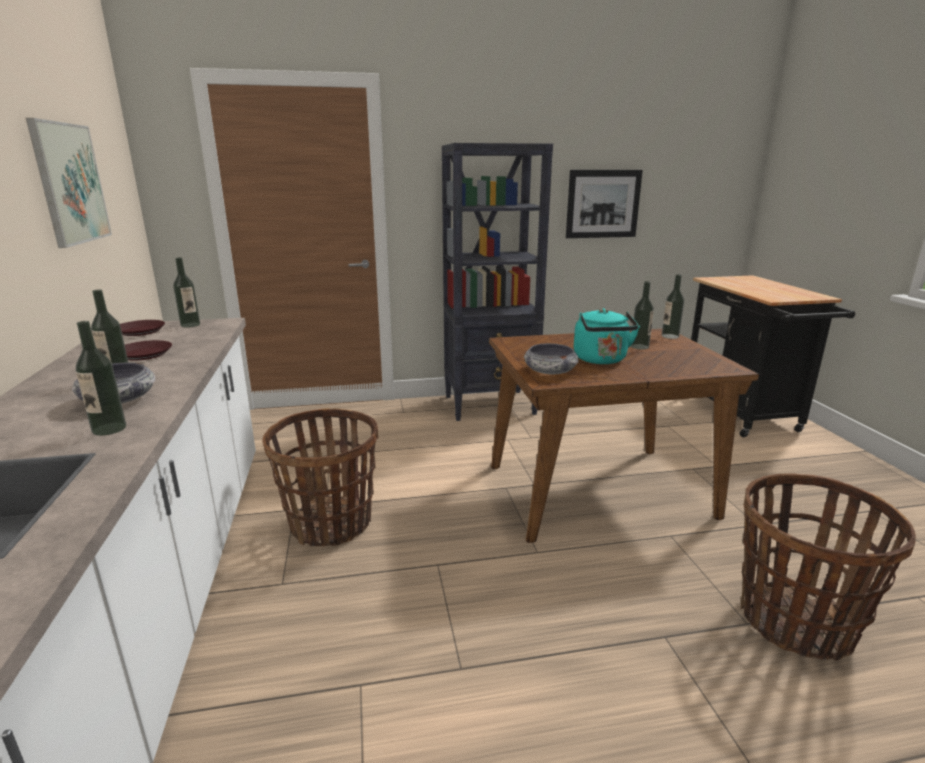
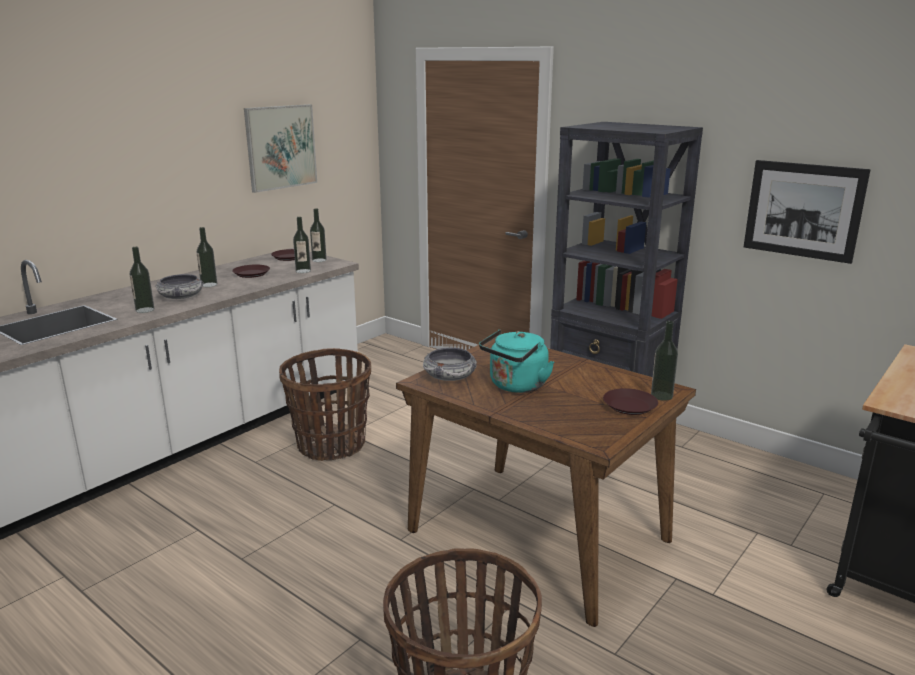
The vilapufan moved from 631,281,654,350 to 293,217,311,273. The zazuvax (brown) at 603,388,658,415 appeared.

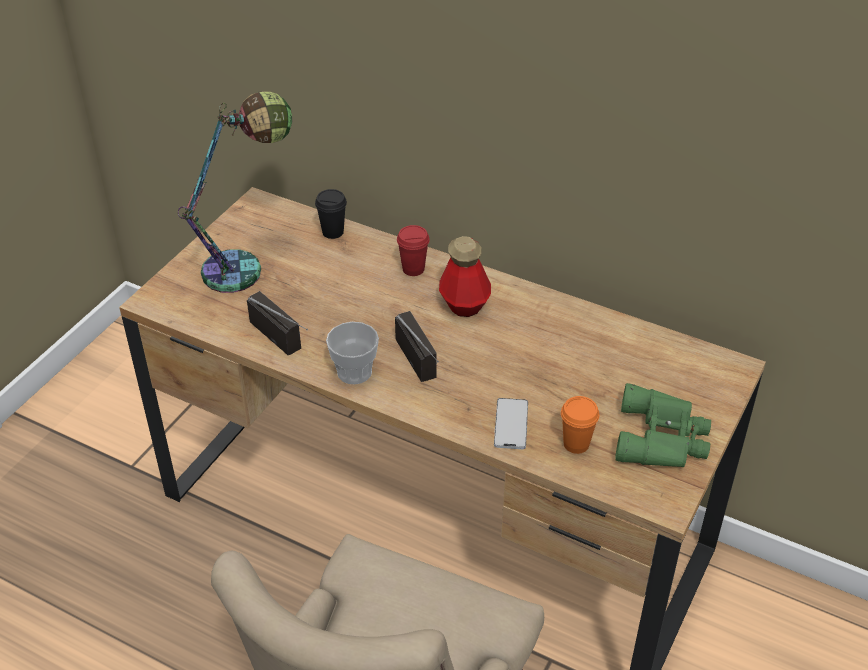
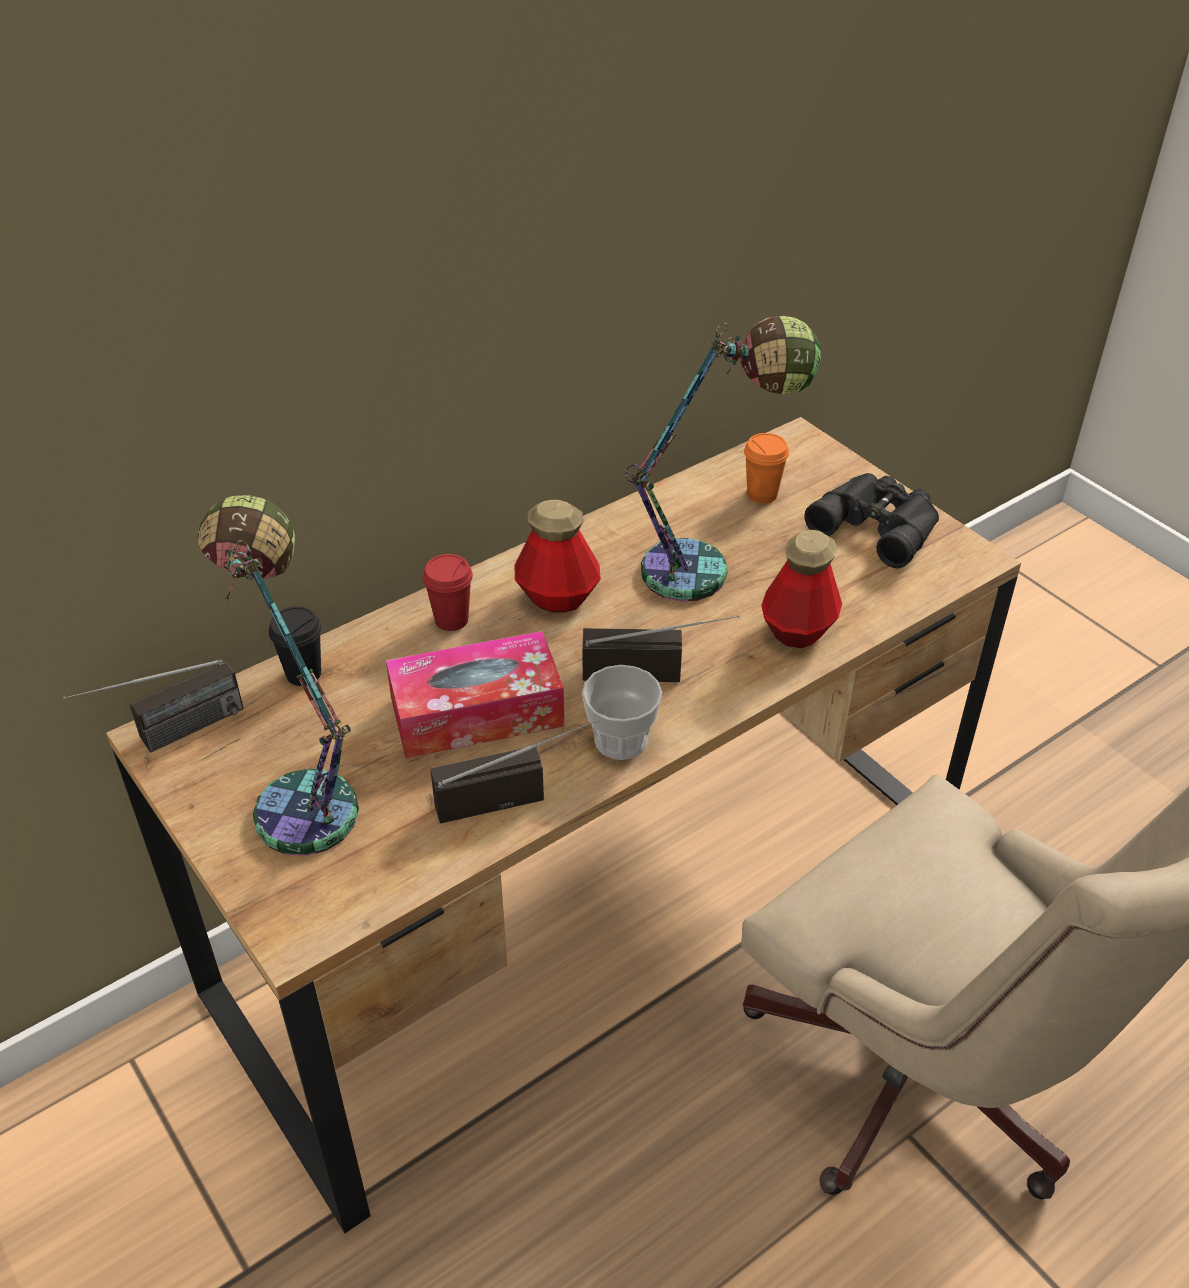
The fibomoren at 494,398,528,449 was replaced by the vilapufan at 761,530,842,648. The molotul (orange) moved from 561,396,599,454 to 744,433,789,504. The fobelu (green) at 615,383,711,467 became the fobelu (black) at 804,473,939,568. The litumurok at 63,660,244,752 appeared. The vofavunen at 386,631,564,758 appeared. The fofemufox at 626,316,821,601 appeared.

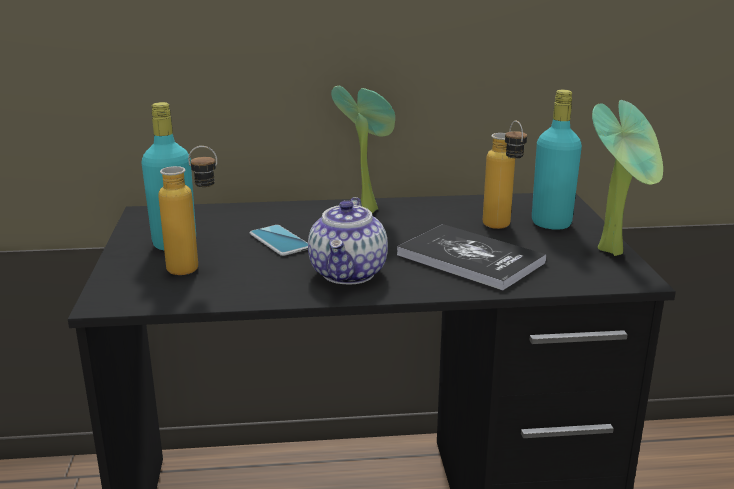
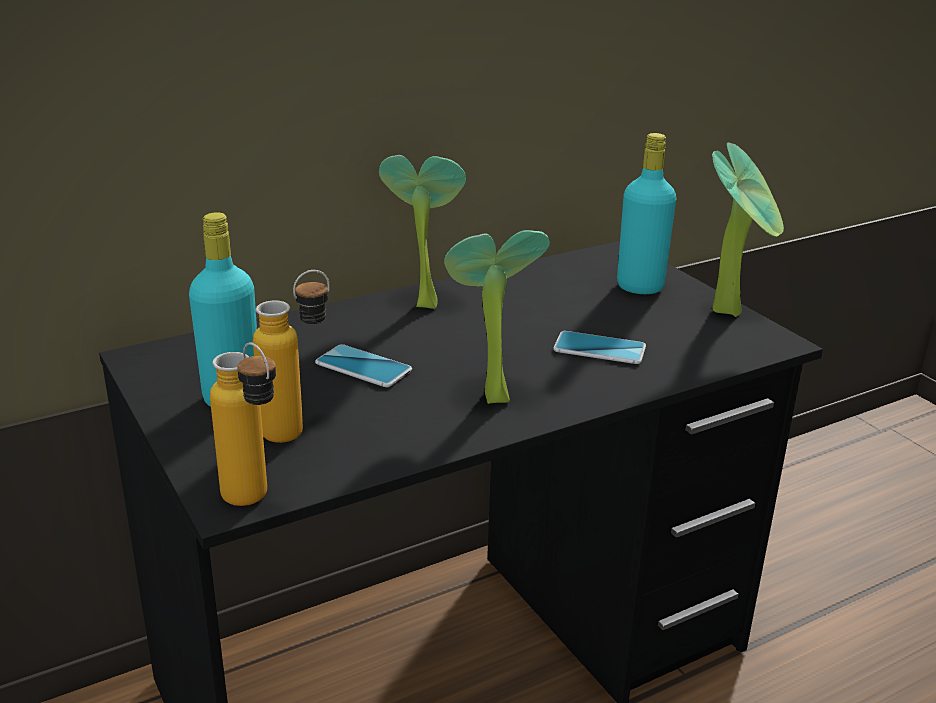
The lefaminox at 308,197,388,284 was replaced by the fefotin at 444,230,550,404. The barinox at 397,224,546,291 was replaced by the fibomoren at 553,331,646,364. The vilapufan moved from 483,121,527,229 to 210,342,276,506.

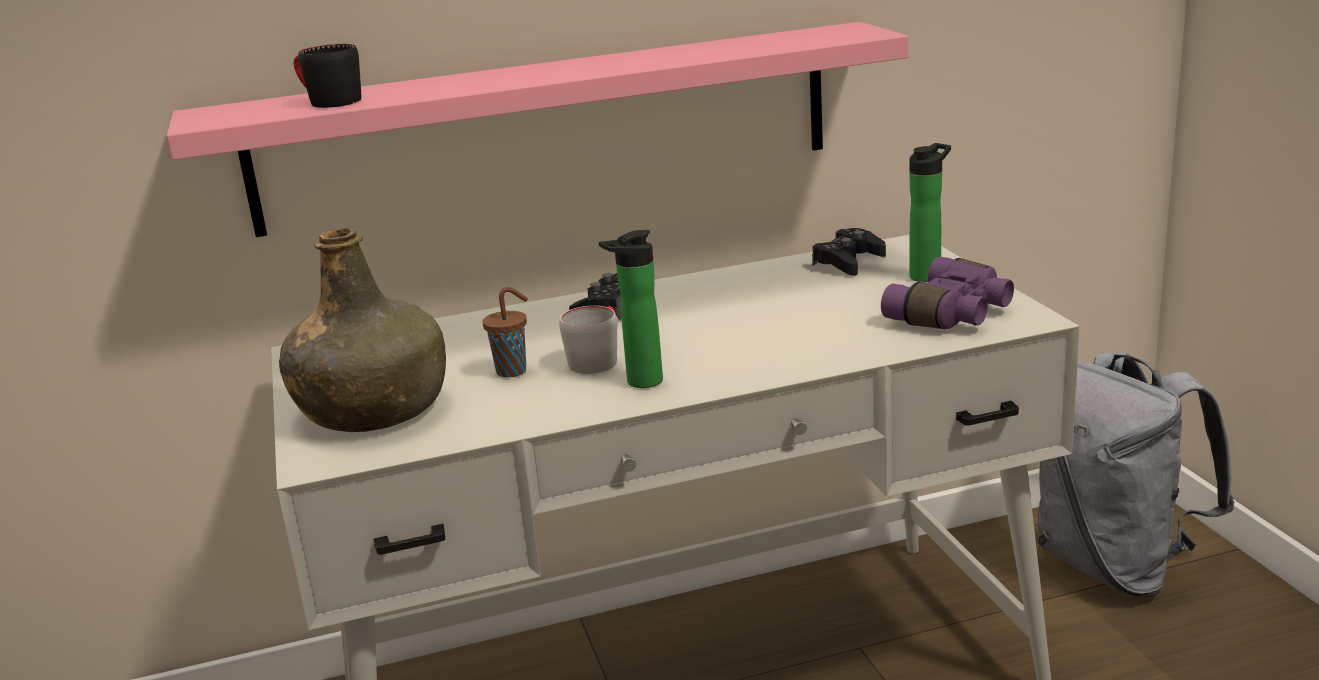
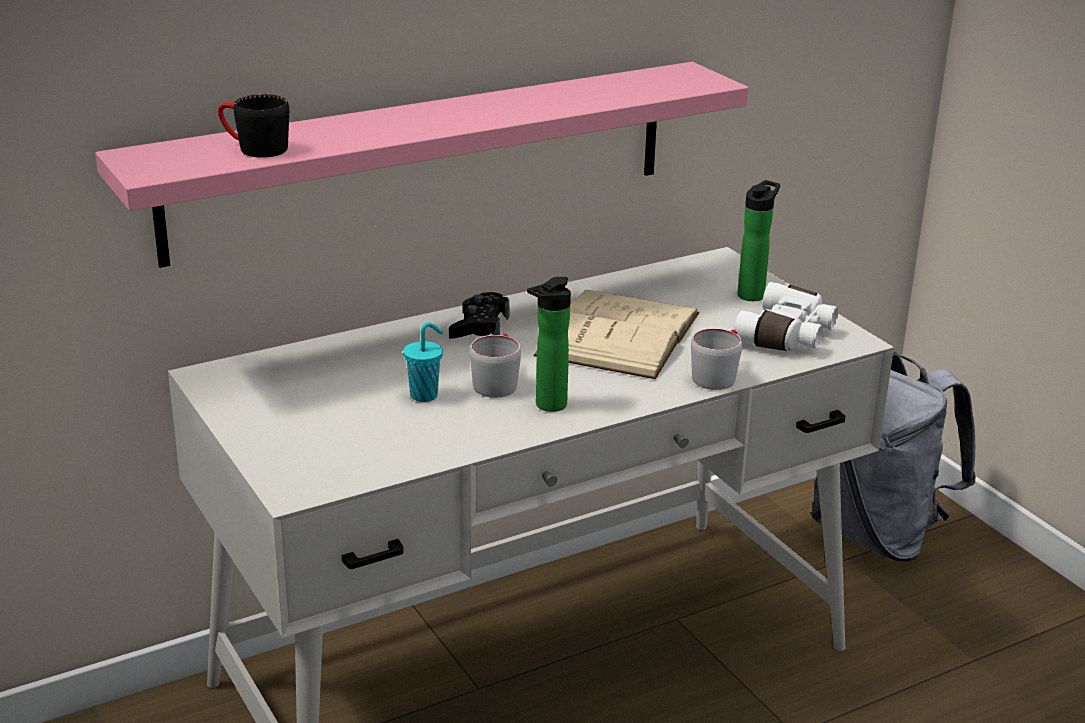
The vilapufan (green) at 279,228,446,432 disappeared. The molotul (brown) at 482,287,528,377 became the molotul (turquoise) at 403,322,443,402. The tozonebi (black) at 812,228,886,276 disappeared. The fobelu (purple) at 881,257,1014,329 became the fobelu (white) at 734,282,839,351. The barinox (beige) at 533,290,699,379 appeared. The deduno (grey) at 691,328,742,390 appeared.

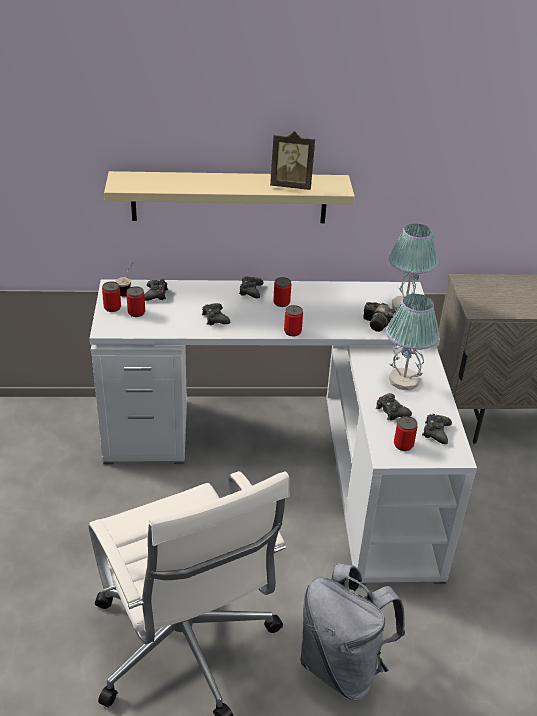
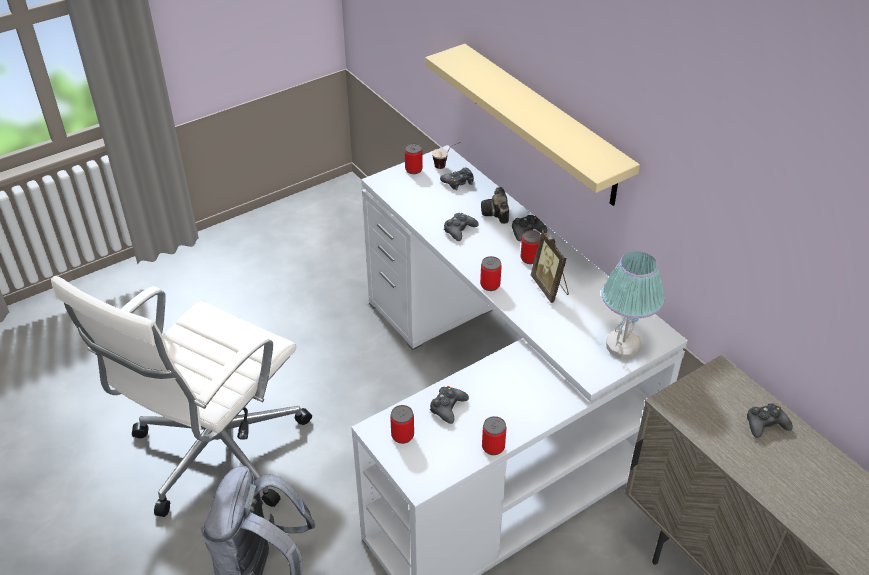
The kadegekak moved from 127,286,145,317 to 482,416,506,455. The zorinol moved from 270,131,315,190 to 531,230,569,303. The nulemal moved from 363,302,397,332 to 481,187,509,224. The fofemufox at 386,294,439,390 disappeared. The tozonebi (black) moved from 422,414,452,444 to 747,403,793,438.

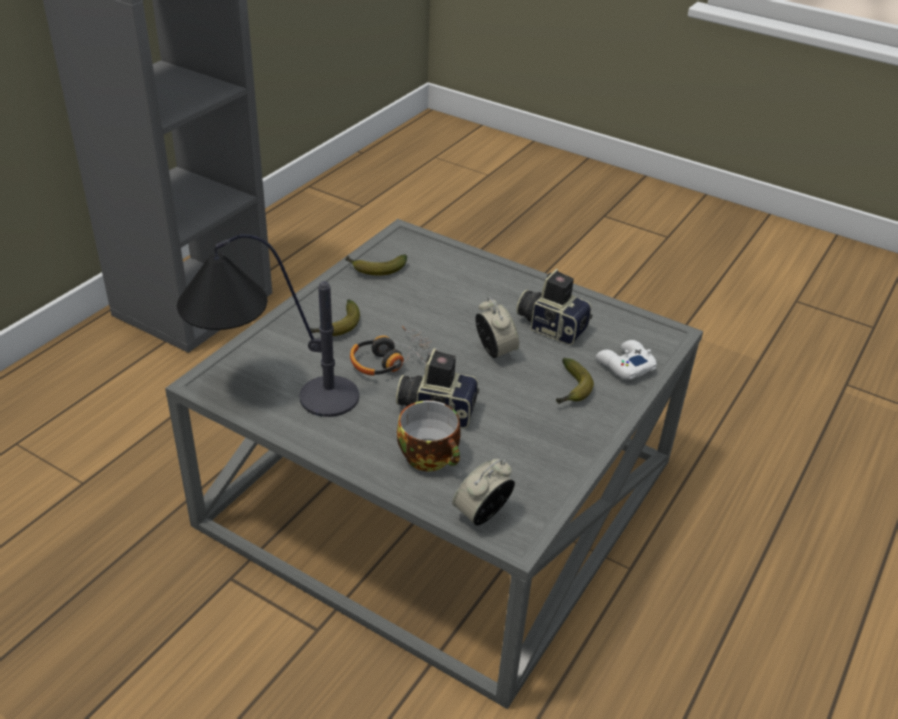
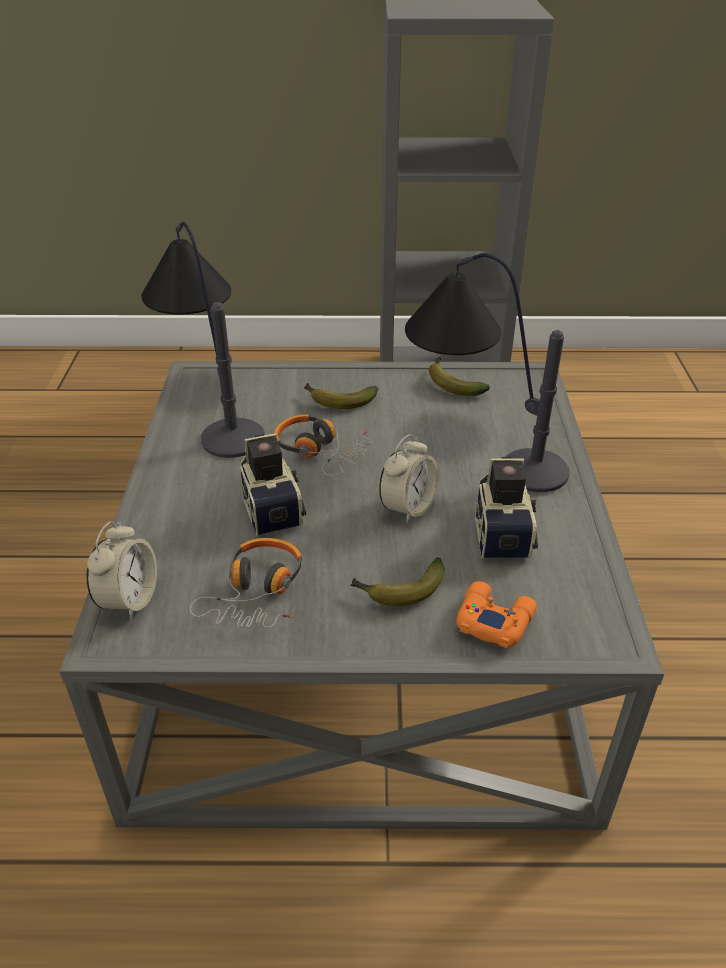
The molotul at 397,400,461,472 disappeared. The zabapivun at 452,459,515,526 turned 90 degrees clockwise. The tozonebi (white) at 596,340,657,380 became the tozonebi (orange) at 456,581,537,648. The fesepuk at 190,538,302,628 appeared. The fofemufox at 405,253,570,492 appeared.

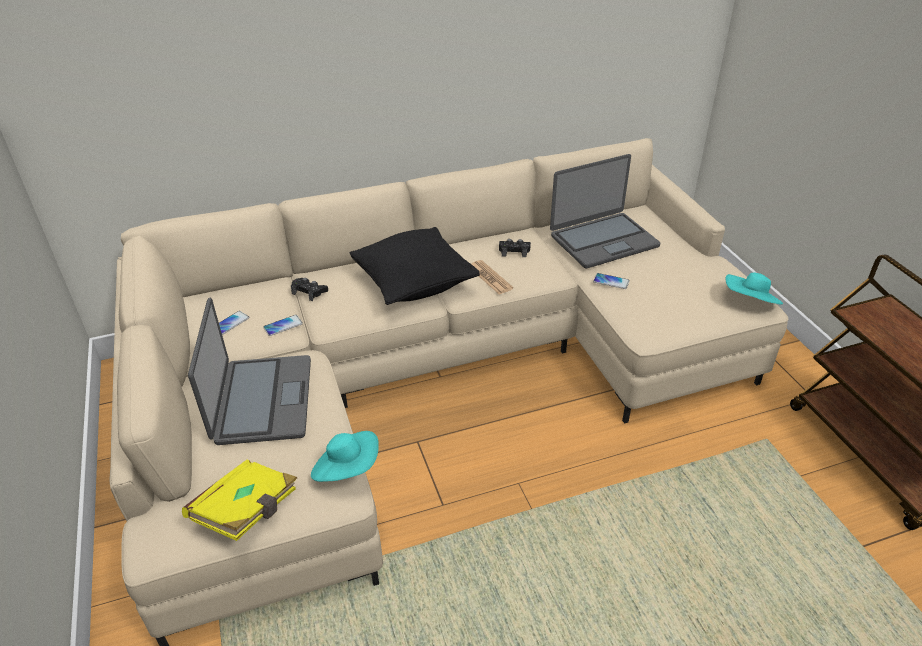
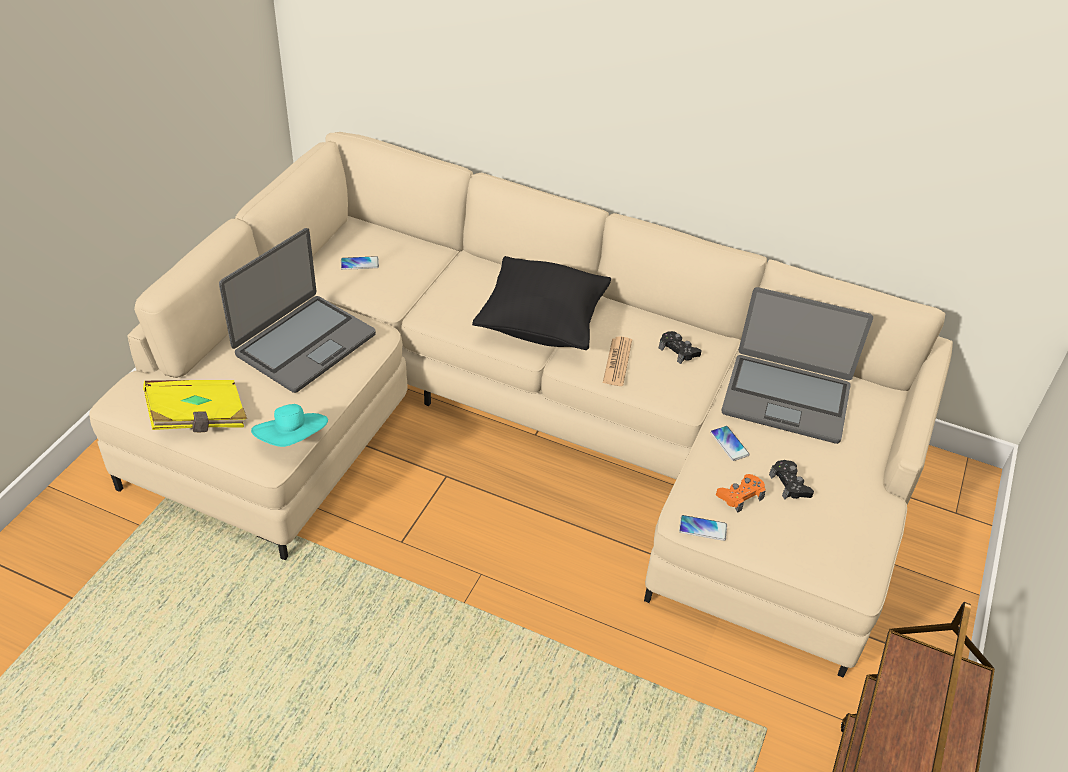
The fibomoren moved from 263,315,303,336 to 679,515,727,541. The tozonebi (black) moved from 291,278,328,301 to 769,460,814,500. The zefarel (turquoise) at 725,273,783,305 disappeared. The tozonebi (orange) at 716,474,766,513 appeared.

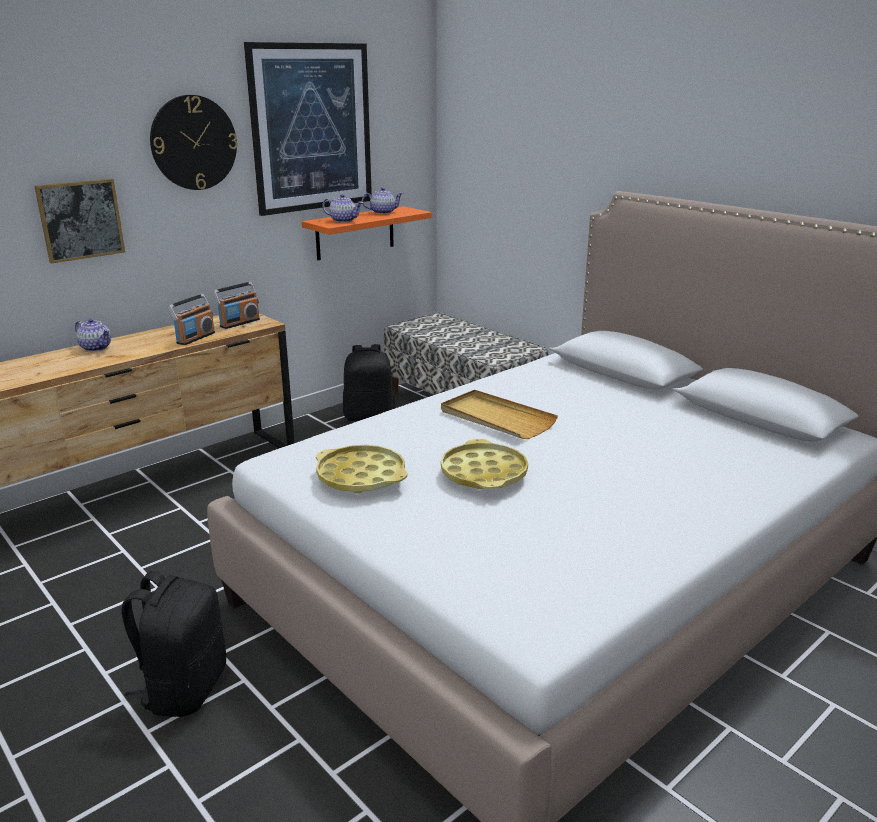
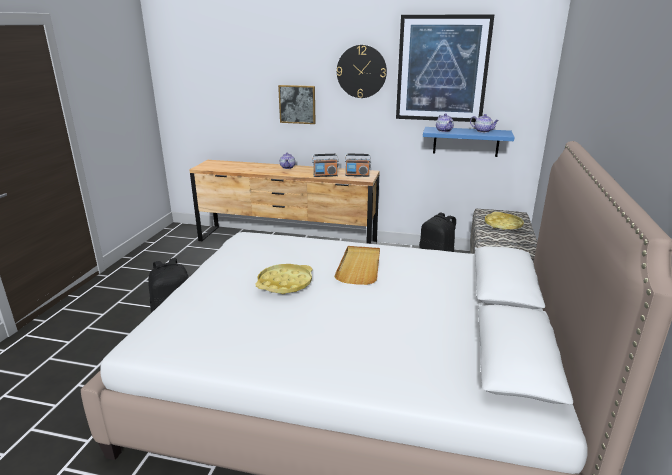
The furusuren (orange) at 302,206,432,260 became the furusuren (blue) at 423,127,515,157. The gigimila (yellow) moved from 316,445,408,493 to 485,212,524,230.

